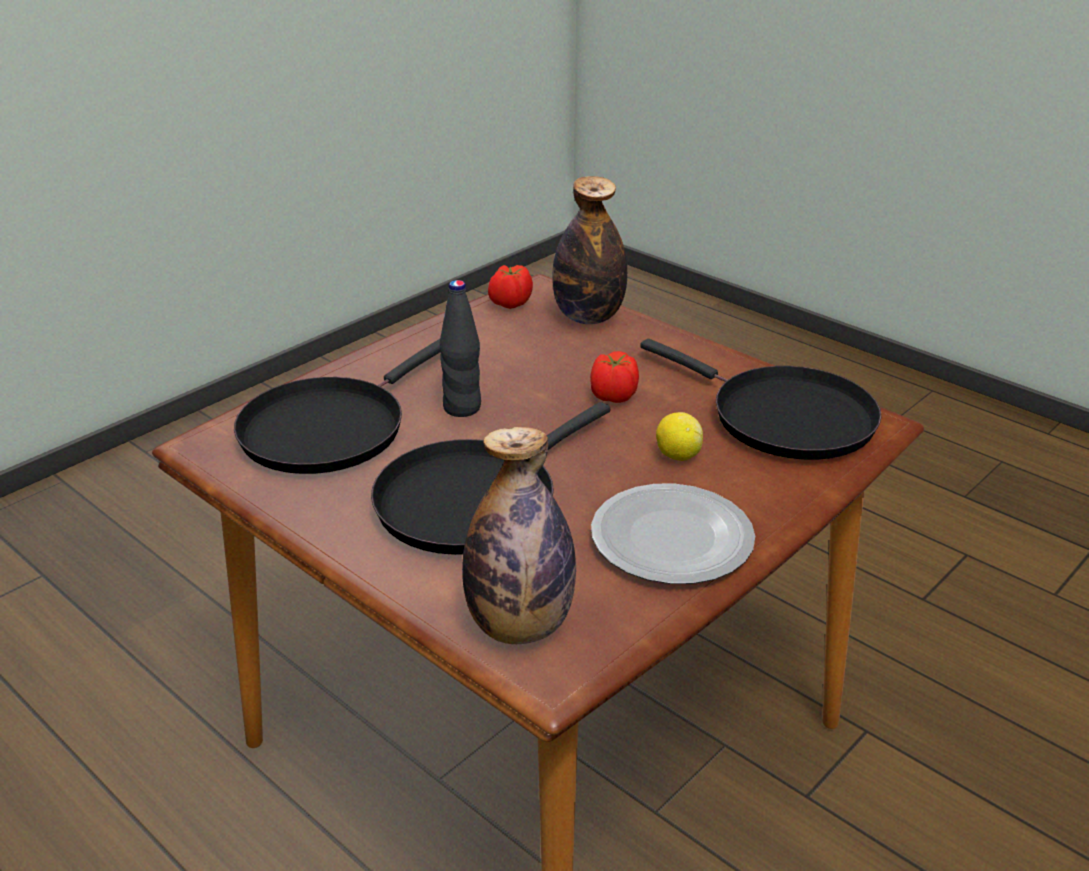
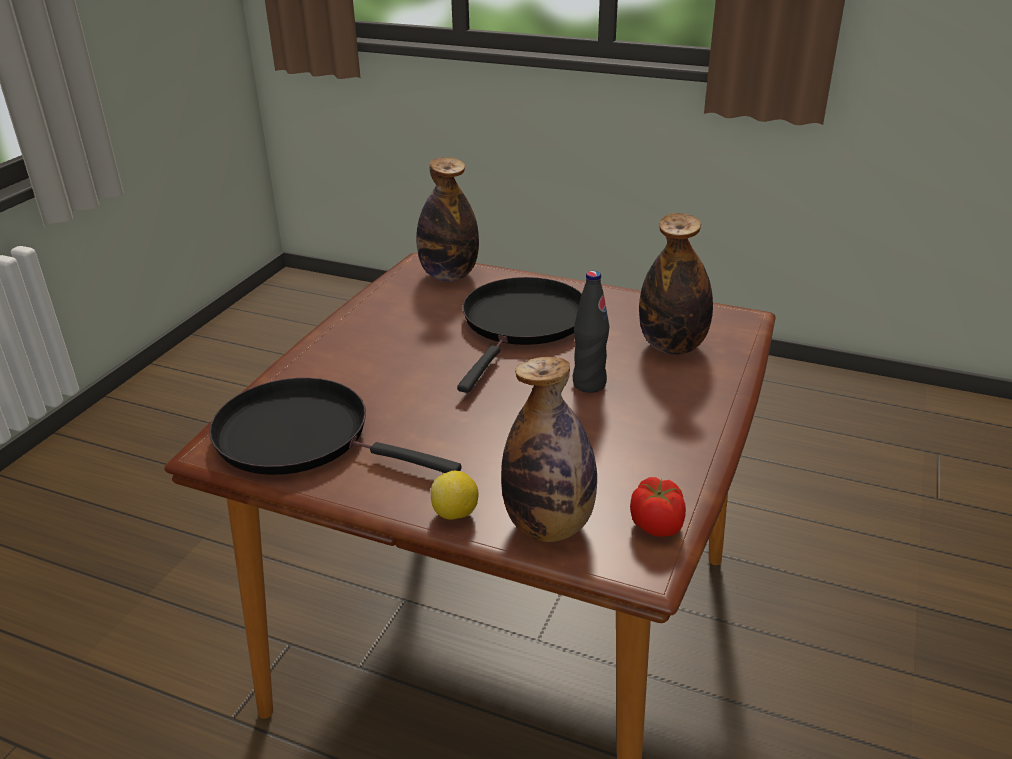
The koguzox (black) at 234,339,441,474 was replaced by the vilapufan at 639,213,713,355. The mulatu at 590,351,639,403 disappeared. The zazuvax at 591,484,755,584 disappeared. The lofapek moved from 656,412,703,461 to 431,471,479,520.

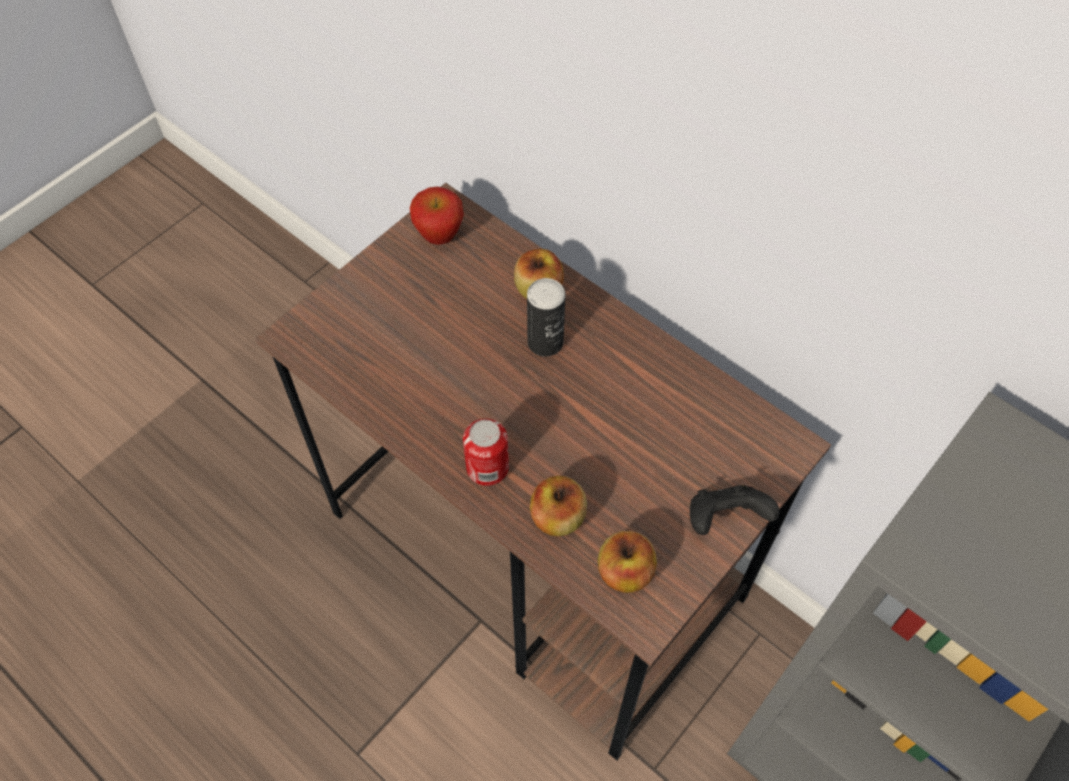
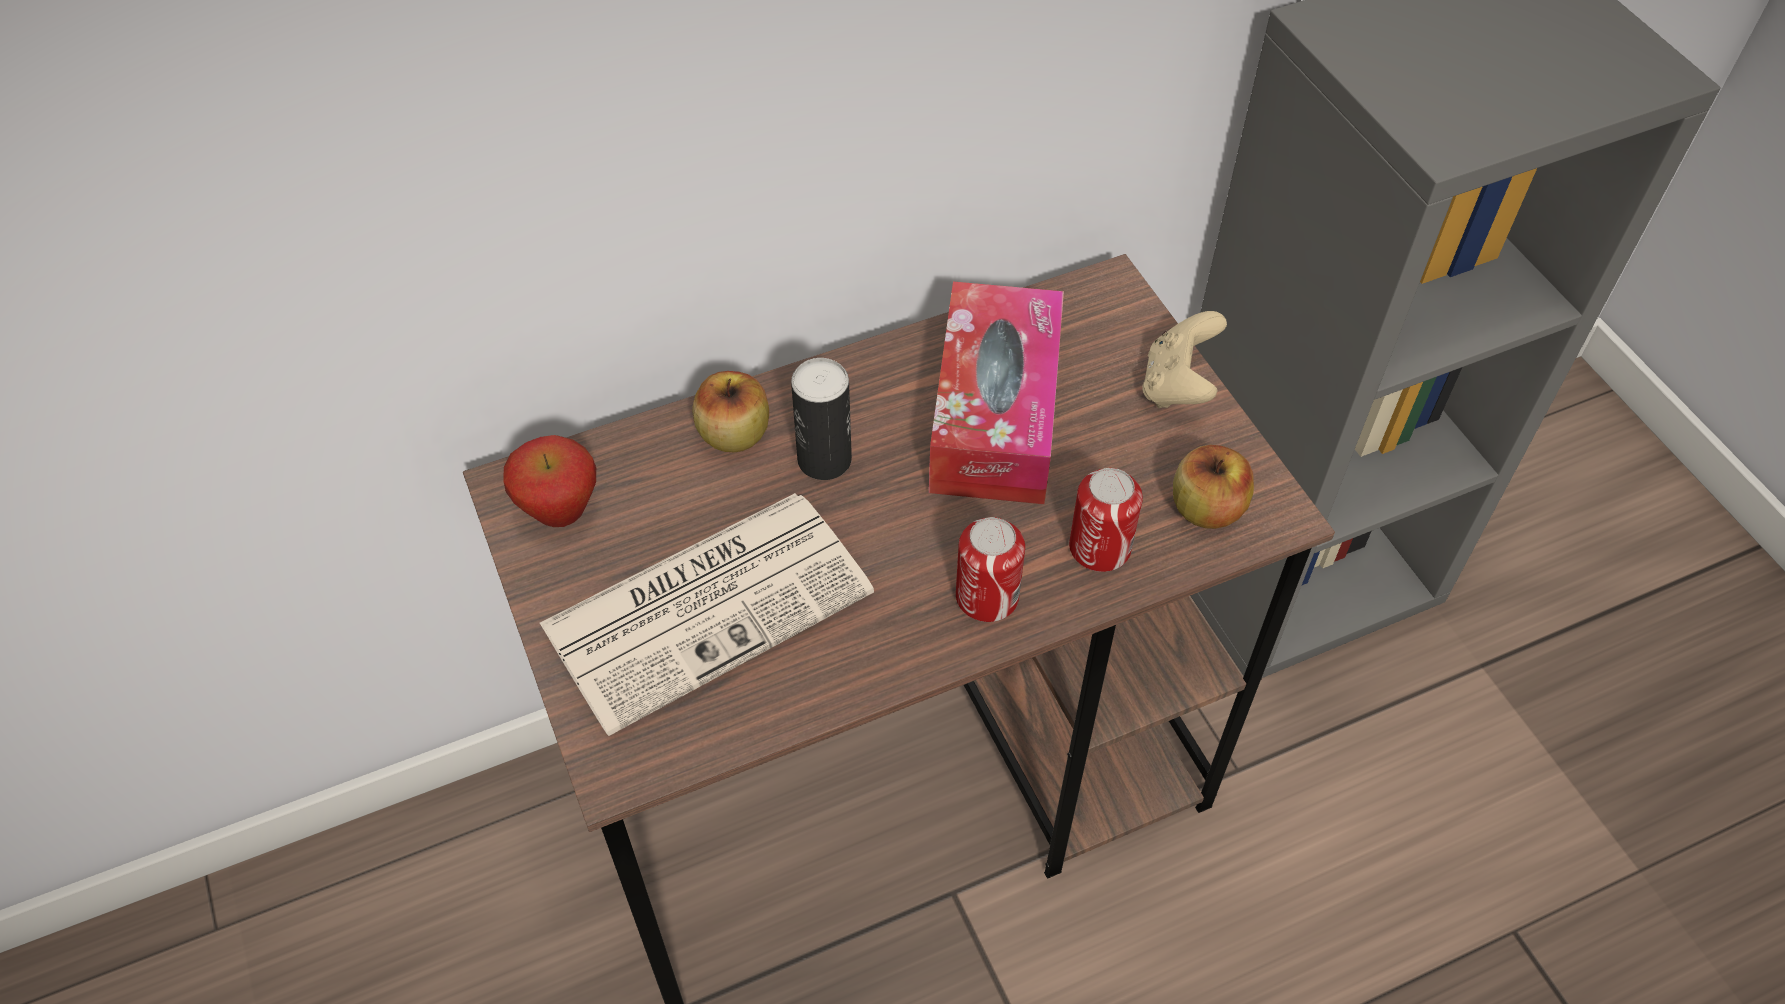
The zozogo at 530,476,587,536 was replaced by the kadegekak at 1069,468,1143,572. The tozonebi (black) at 690,485,780,535 became the tozonebi (beige) at 1142,311,1227,408. The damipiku at 540,493,874,736 appeared. The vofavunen at 929,282,1064,504 appeared.

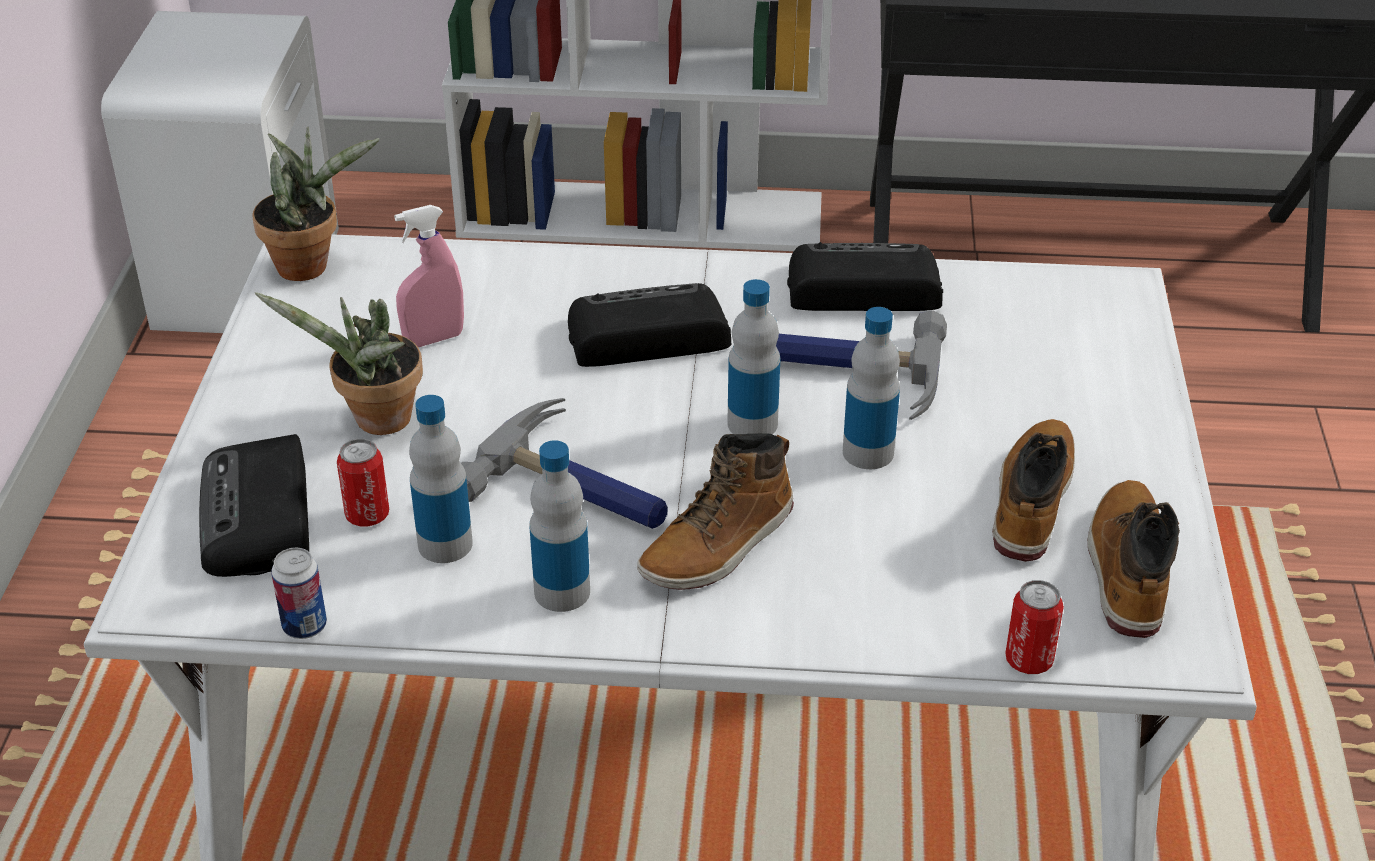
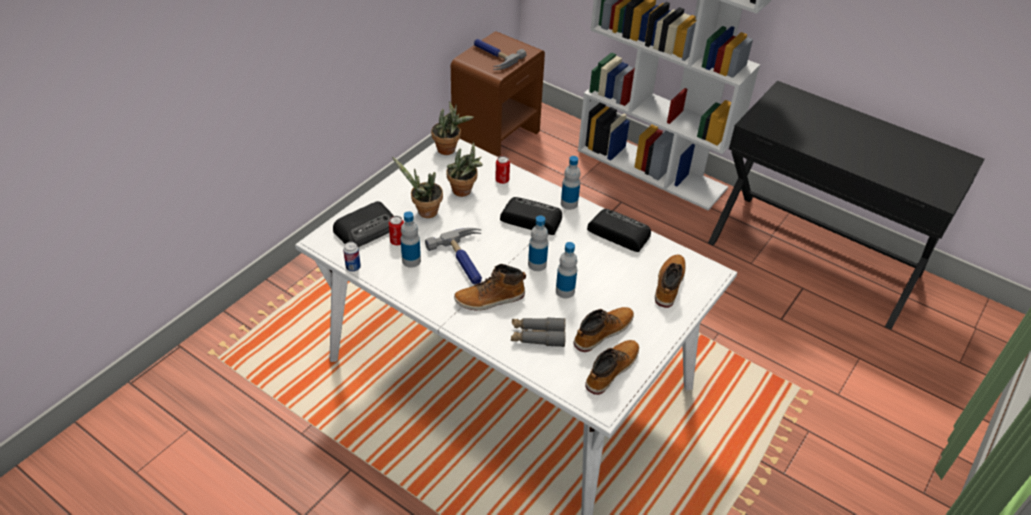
The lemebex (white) at 101,11,339,333 became the lemebex (brown) at 450,31,545,157. The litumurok at 199,434,309,577 turned 150 degrees counterclockwise. The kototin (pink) at 394,205,464,347 was replaced by the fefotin at 446,142,483,197. The vilapufan moved from 529,440,590,612 to 561,156,580,210. The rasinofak moved from 776,310,947,420 to 474,39,527,70. The kadegekak moved from 1005,580,1064,674 to 495,156,510,184. The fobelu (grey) at 511,318,566,347 appeared. The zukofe at 655,254,686,308 appeared.

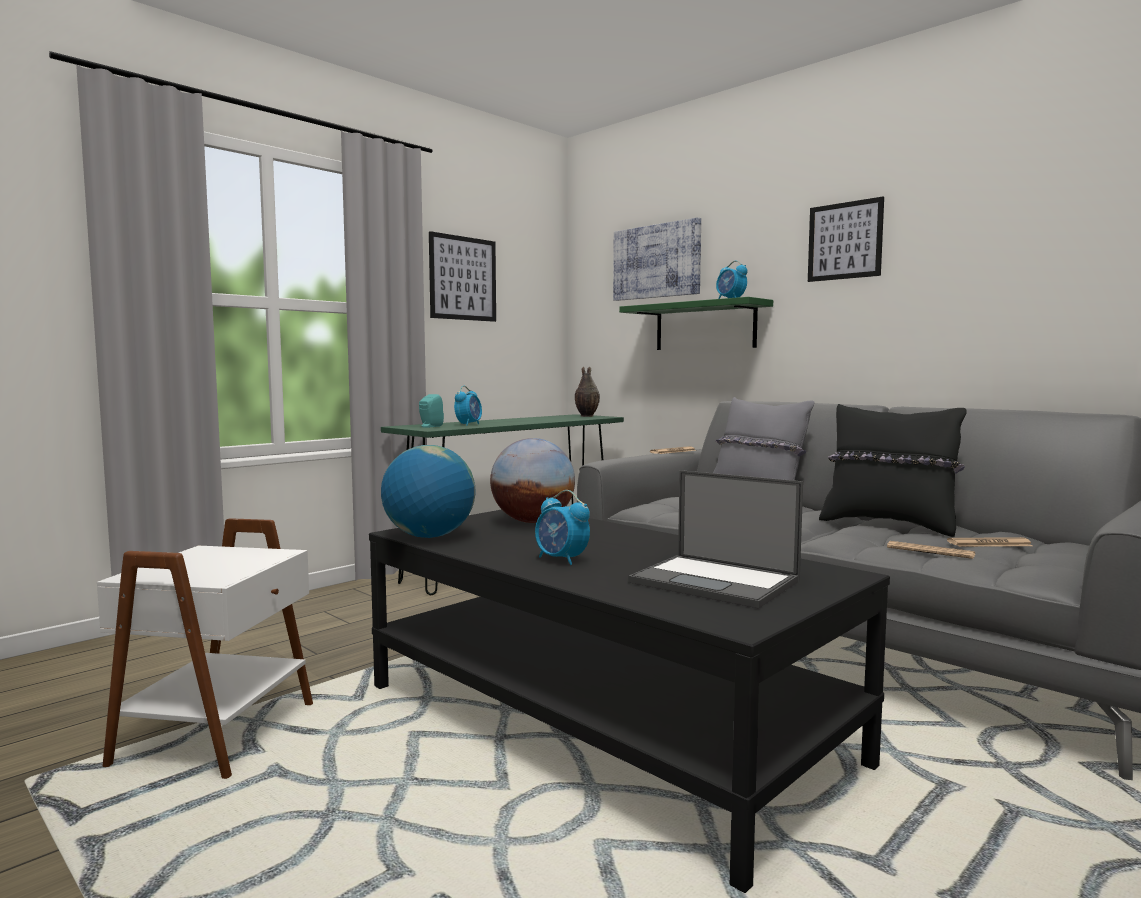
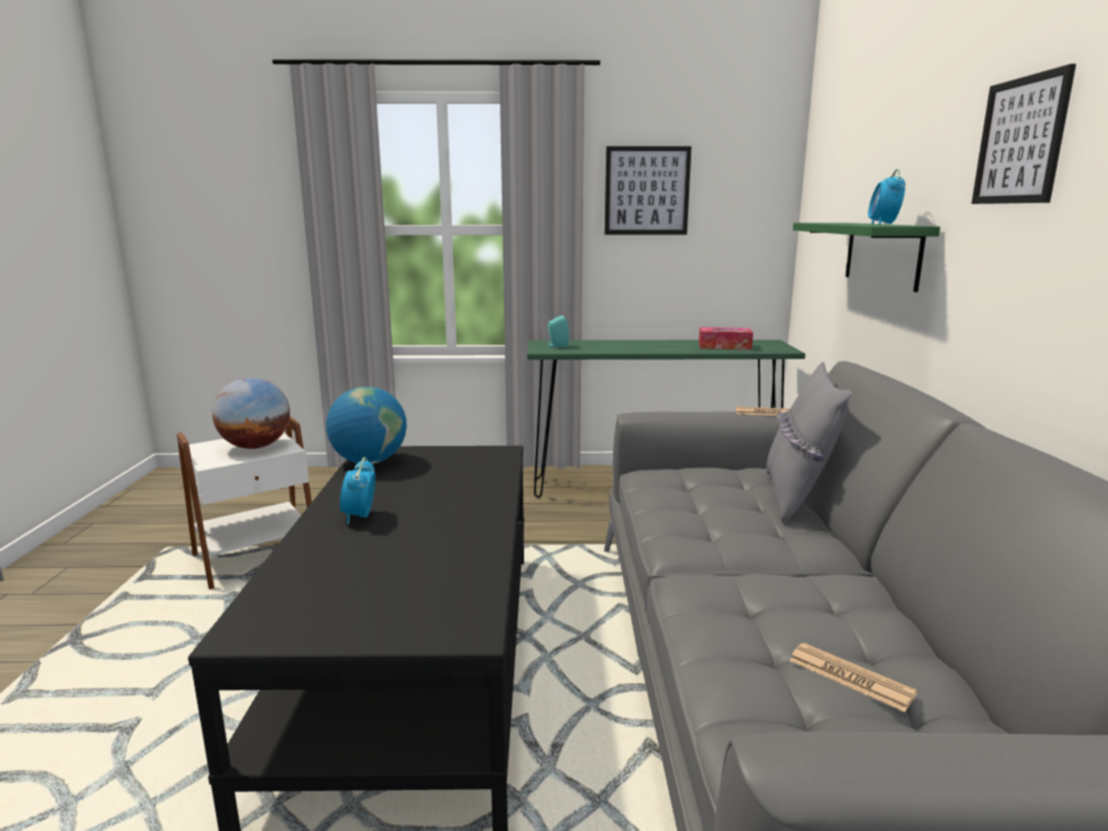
The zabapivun at 454,386,482,426 disappeared. The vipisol moved from 490,438,575,523 to 212,377,290,449. The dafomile at 575,366,600,417 disappeared. The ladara at 613,217,701,301 disappeared. The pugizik at 628,470,803,609 disappeared. The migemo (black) at 819,404,966,537 disappeared. The damipiku at 887,541,975,559 disappeared. The vofavunen at 699,327,753,350 appeared.

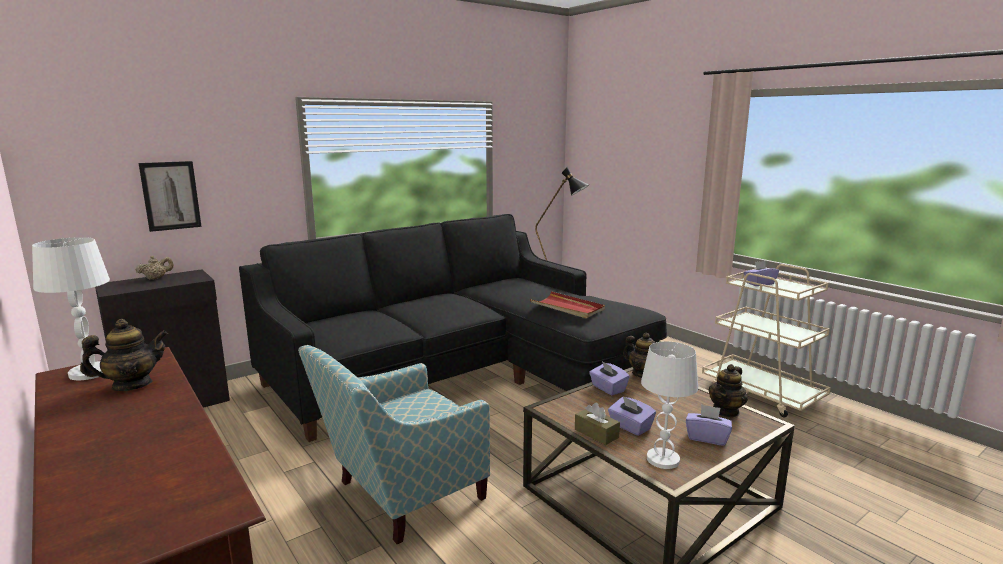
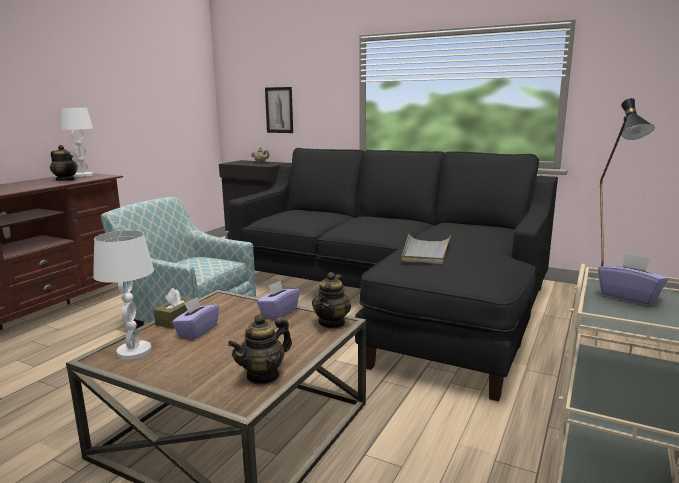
The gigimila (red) at 530,291,605,318 became the gigimila (grey) at 402,234,450,264. The vofavunen (purple) at 686,404,732,446 disappeared. The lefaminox at 709,364,748,418 turned 60 degrees counterclockwise.

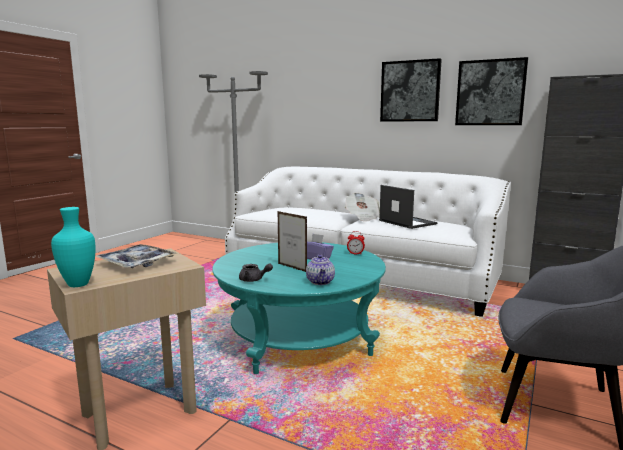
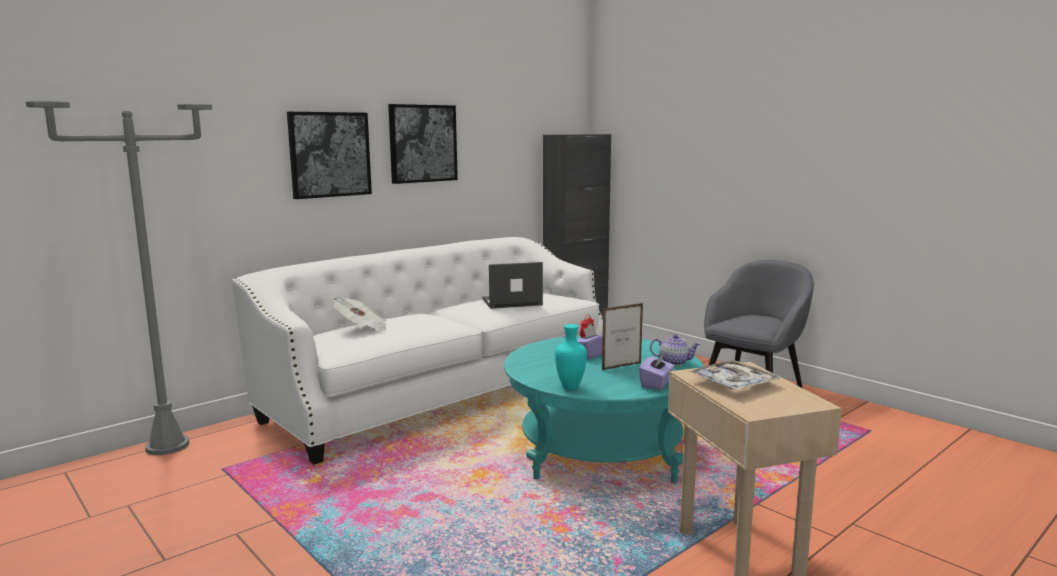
The dafomile (turquoise) moved from 51,207,96,287 to 555,324,587,390. The lefaminox (grey) at 239,263,273,282 was replaced by the vofavunen (purple) at 639,353,675,390. The damipiku moved from 345,193,380,222 to 332,297,387,331. The ladara moved from 455,57,528,125 to 287,112,372,199.

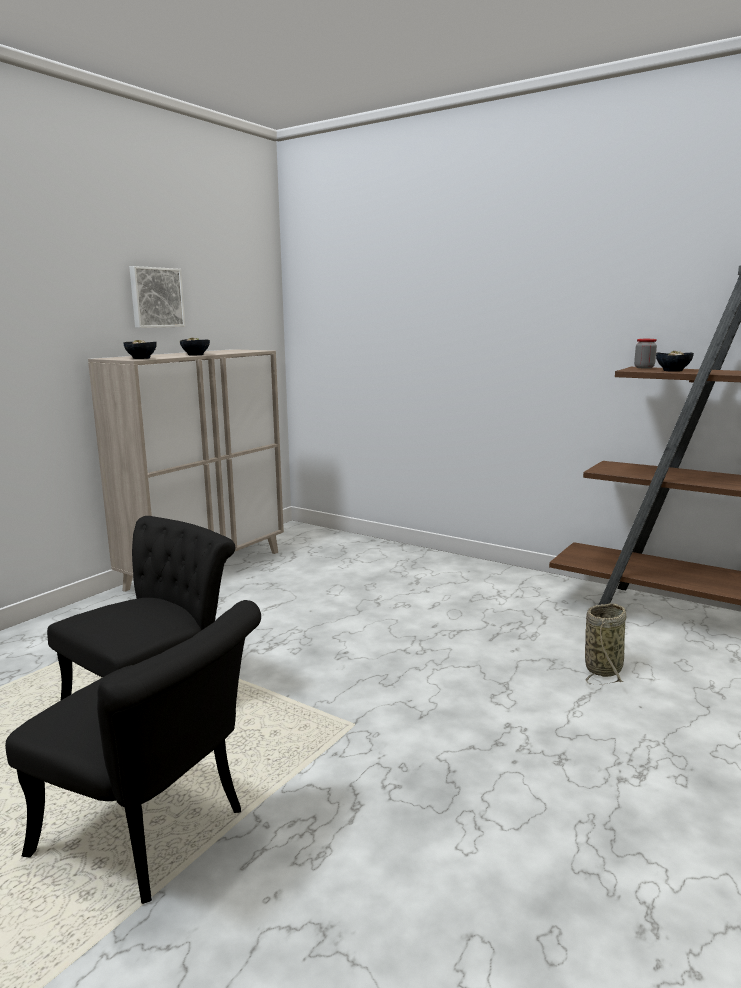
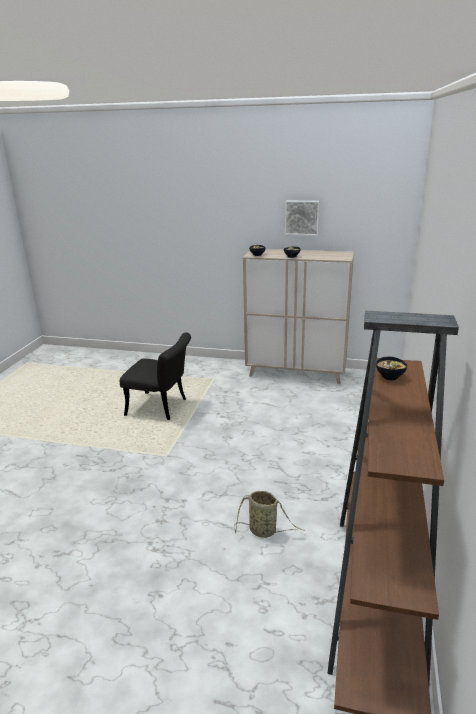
The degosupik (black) at 5,600,261,904 disappeared. The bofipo at 634,339,657,369 disappeared.

